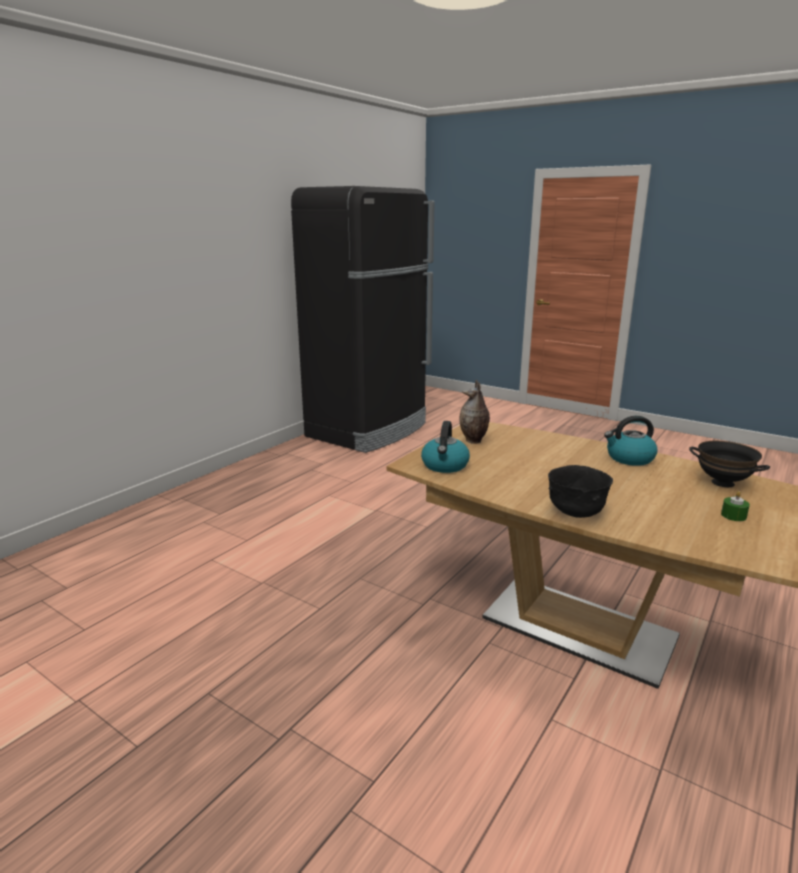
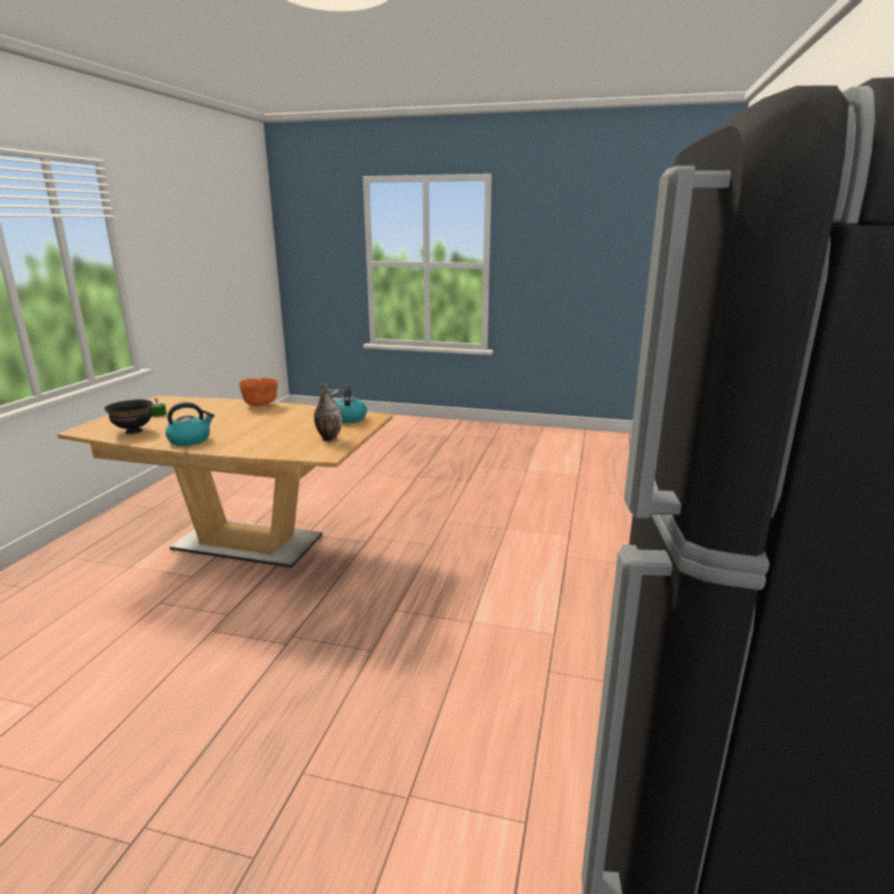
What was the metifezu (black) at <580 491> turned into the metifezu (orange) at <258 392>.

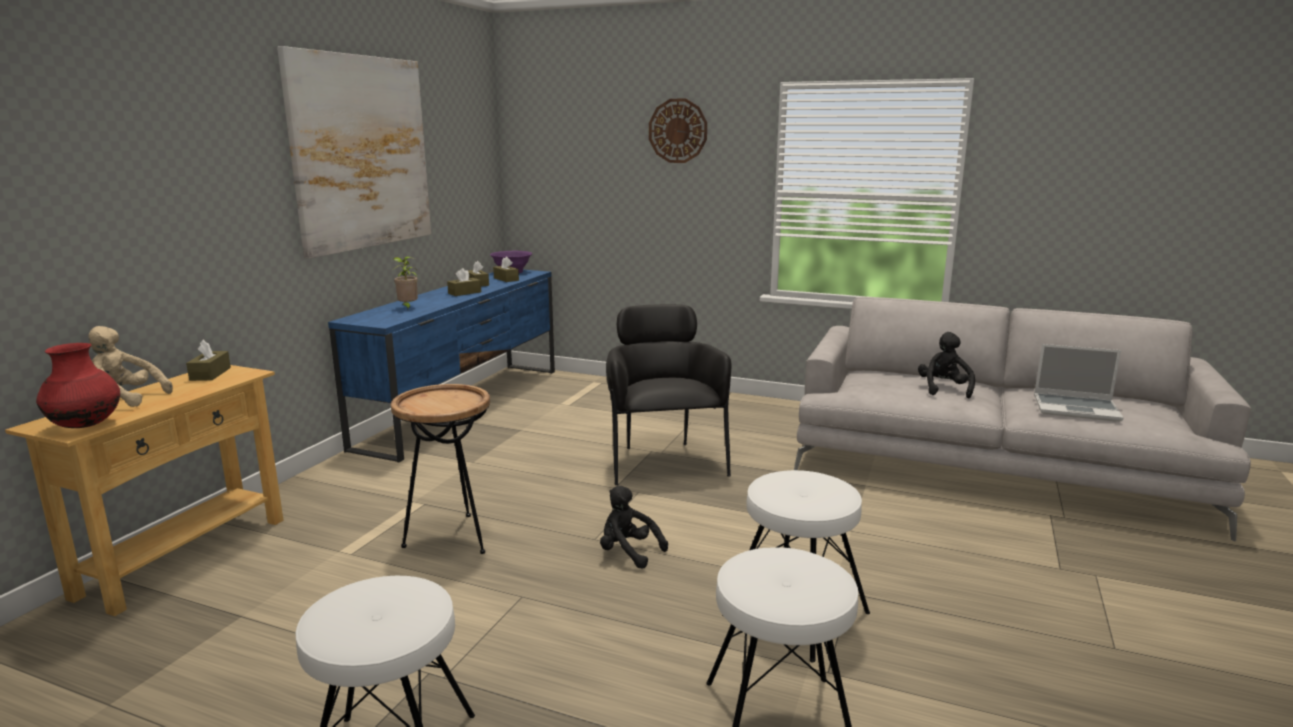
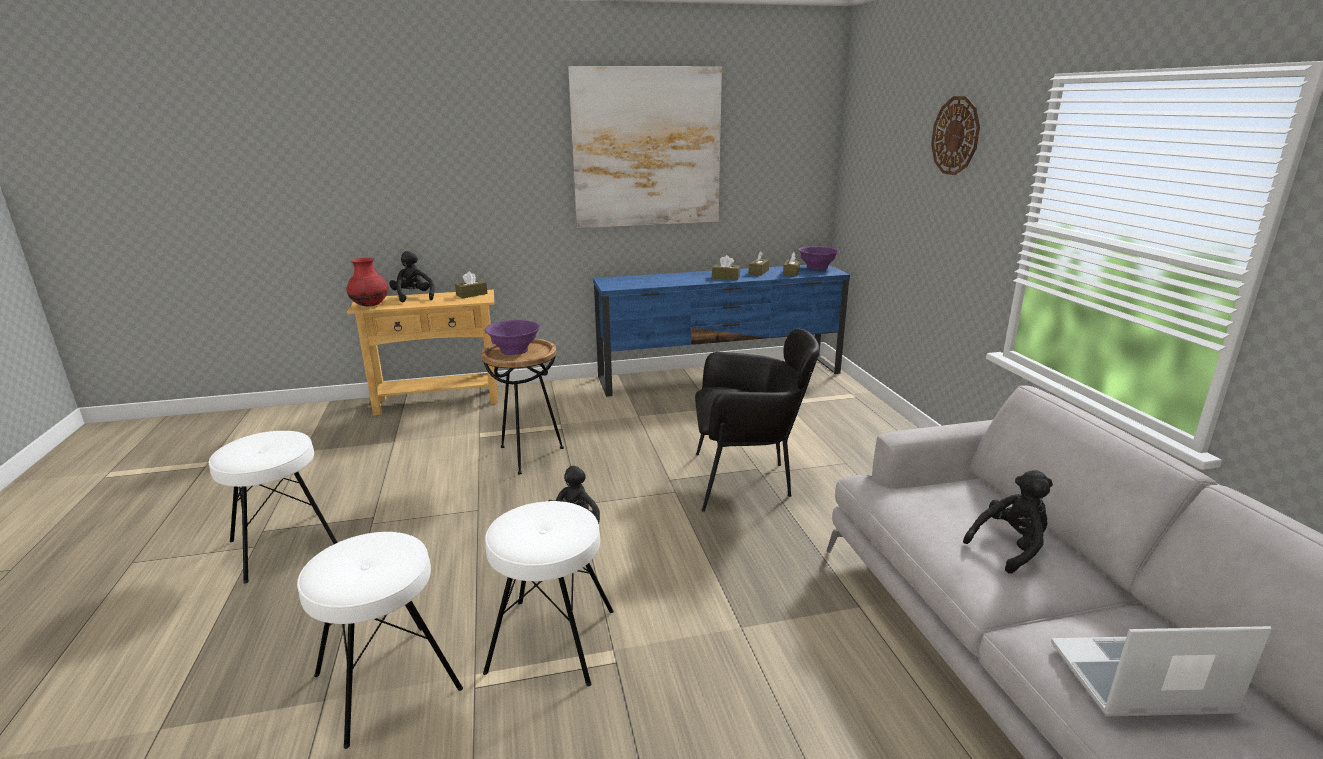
What was the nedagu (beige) at <130 366> turned into the nedagu (black) at <411 276>.
The second view gained the metifezu (purple) at <512 337>.
The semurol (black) at <668 394> ended up facing another way, 45 degrees clockwise from before.
The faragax at <1078 383> ended up facing another way, 105 degrees clockwise from before.
The second view lost the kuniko at <405 283>.

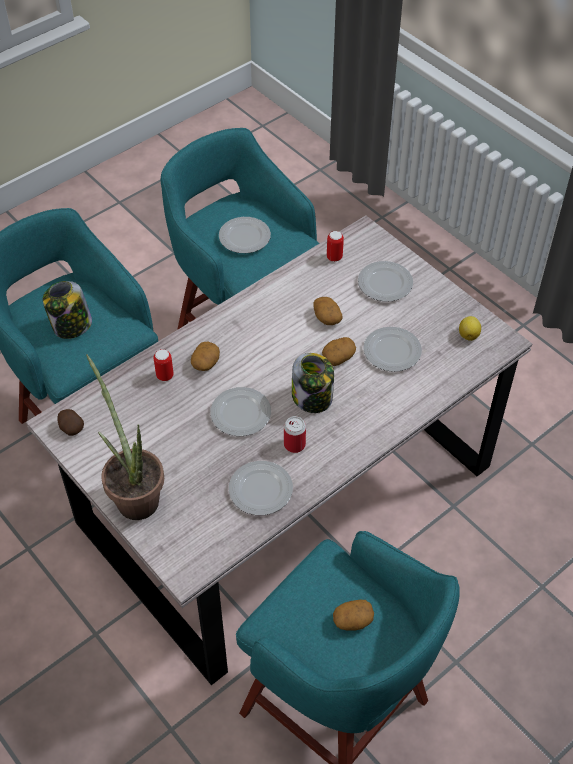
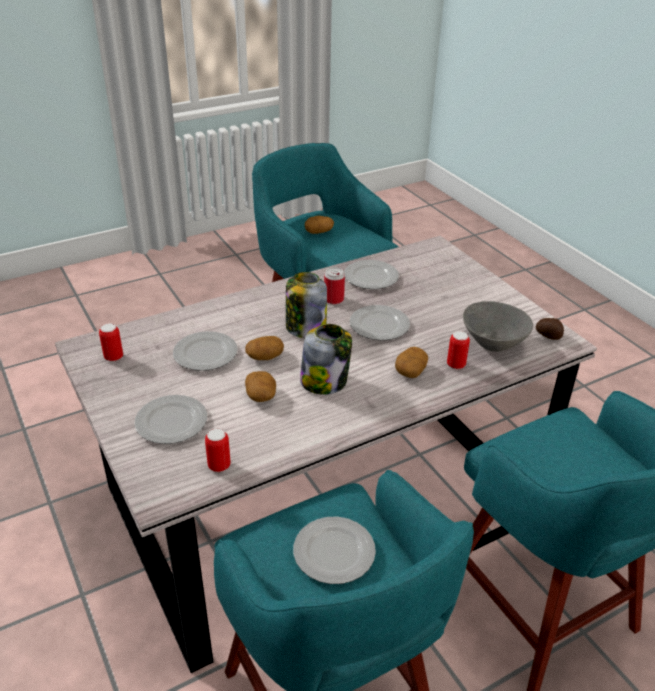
Where the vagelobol stood at <470 328>, the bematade came to stand at <111 342>.
The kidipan ended up elsewhere, having gone from <67 310> to <326 359>.
The second view gained the metifezu (grey) at <498 326>.
The second view lost the kuniko at <125 437>.

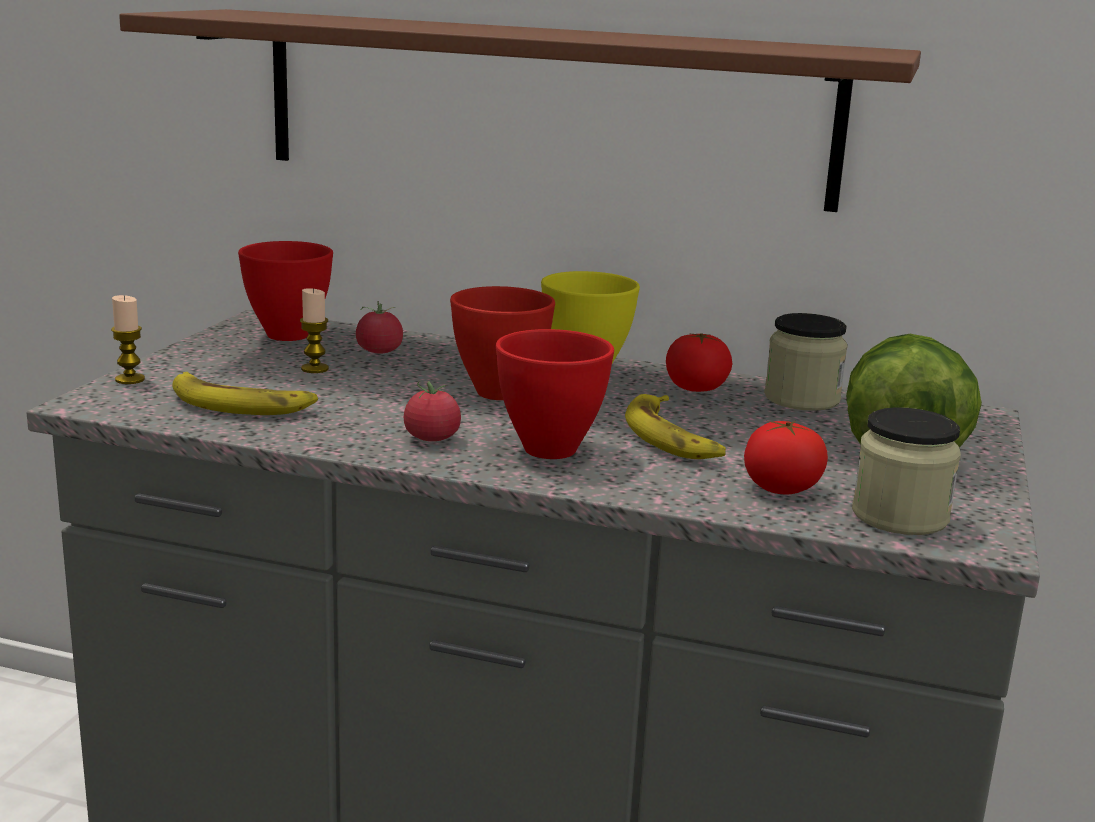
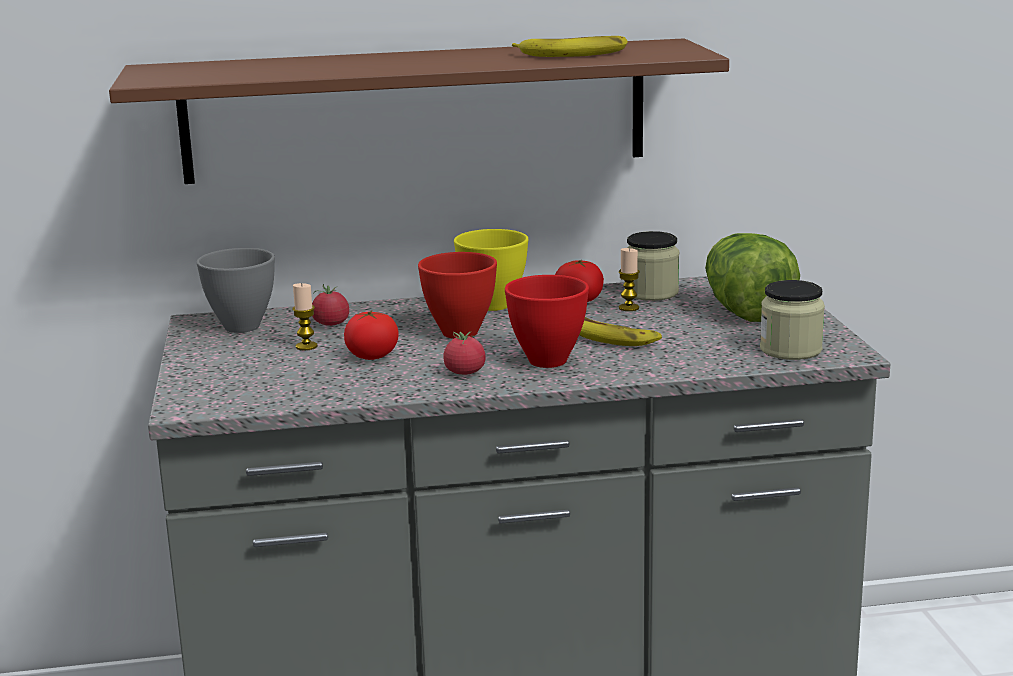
What was the metifezu (red) at <285 291> turned into the metifezu (grey) at <236 290>.
The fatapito ended up elsewhere, having gone from <786 458> to <371 335>.
The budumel ended up elsewhere, having gone from <245 393> to <570 46>.
The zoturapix ended up elsewhere, having gone from <128 339> to <629 279>.

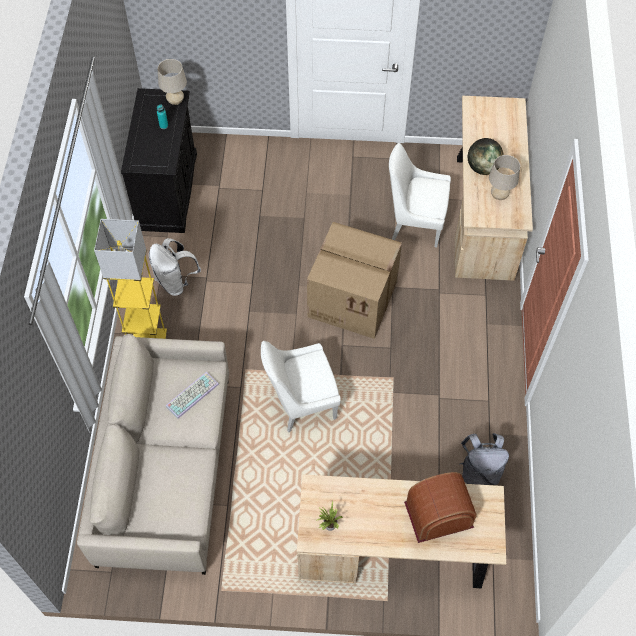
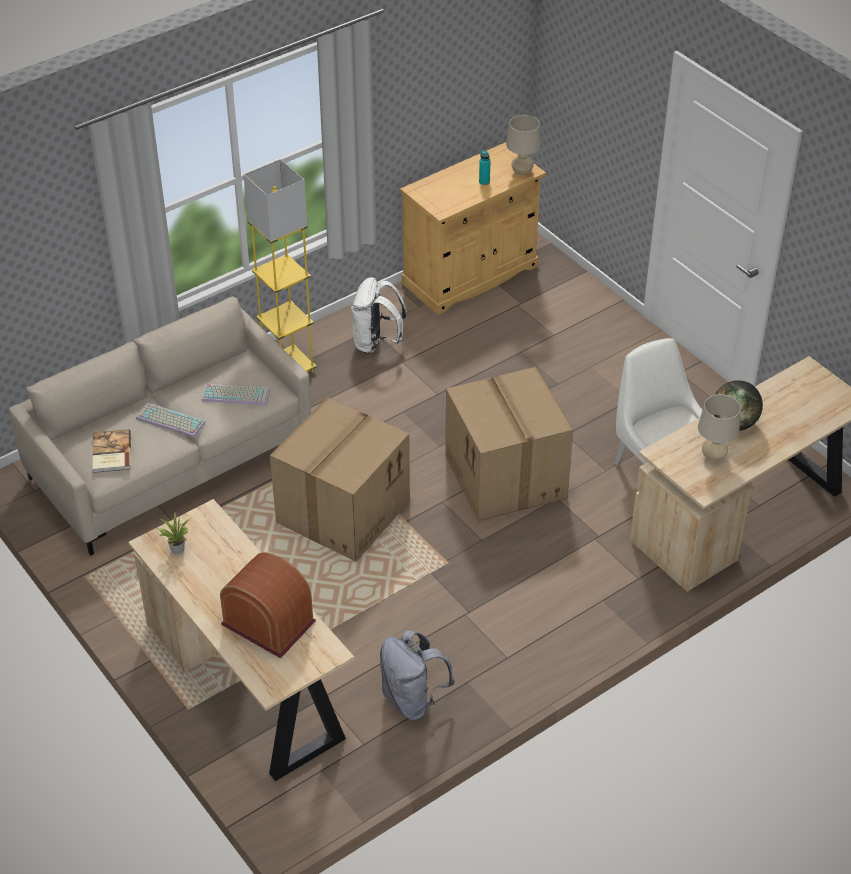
The second view gained the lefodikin at <112 451>.
The second view gained the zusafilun at <171 419>.
Where the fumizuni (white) stood at <301 386>, the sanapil came to stand at <340 479>.
What was the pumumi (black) at <159 160> turned into the pumumi (beige) at <473 228>.

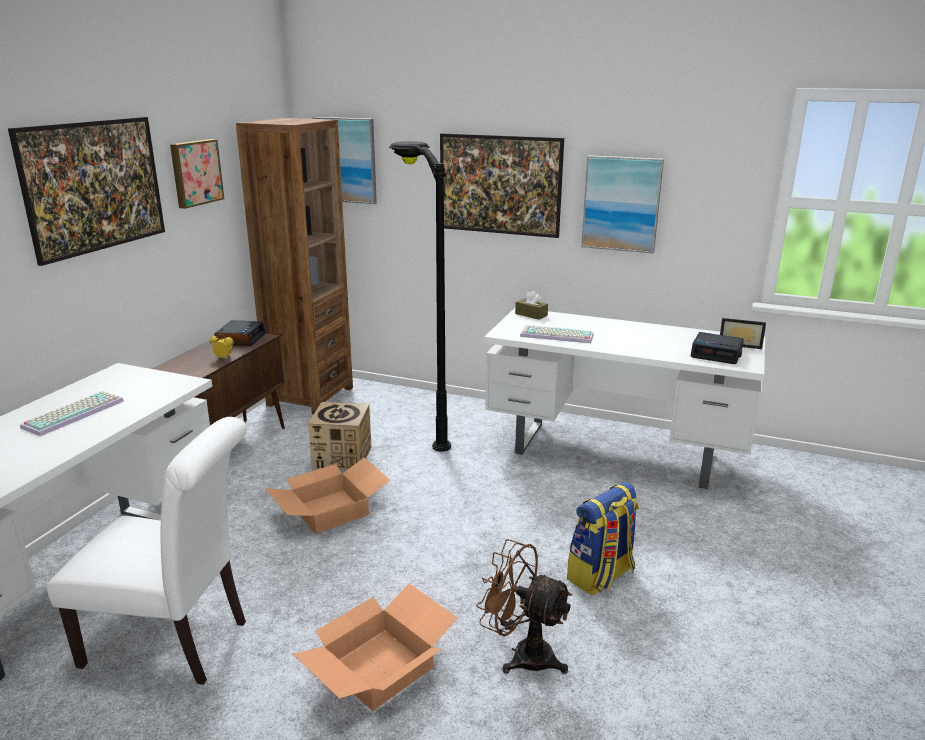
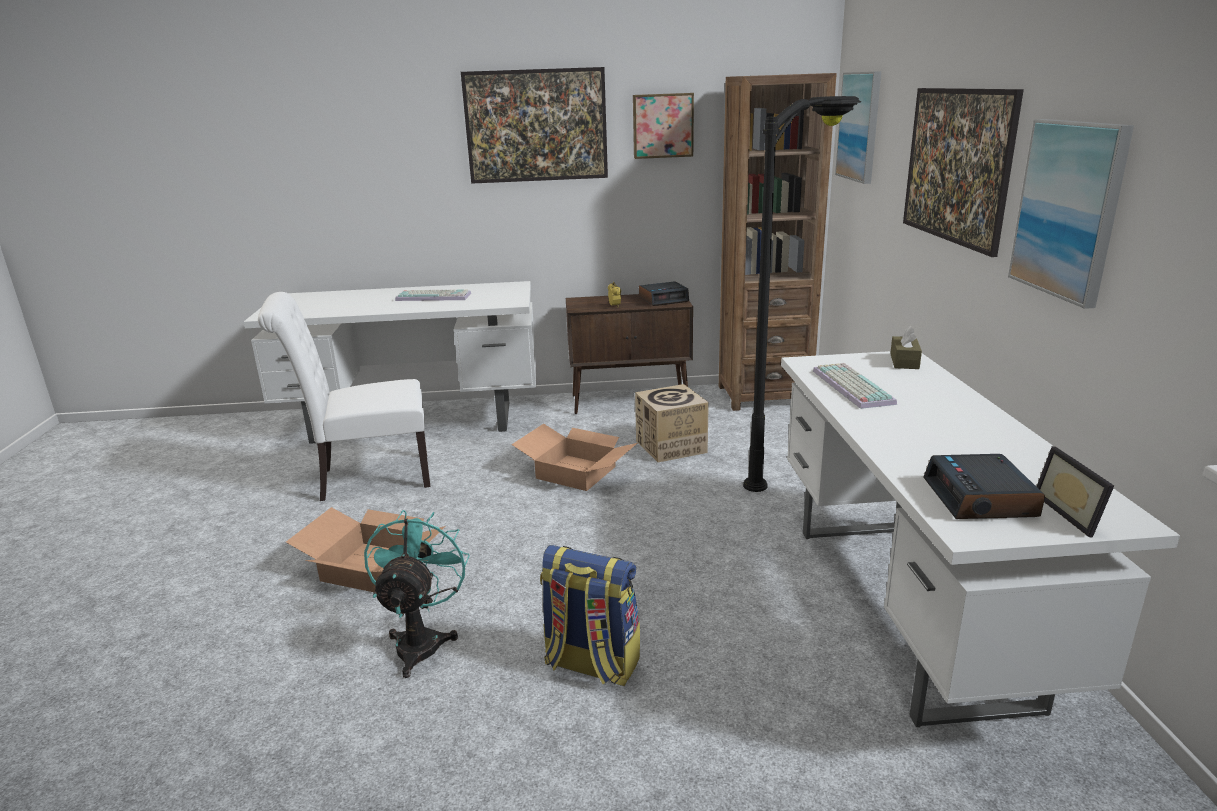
The fumizuni (white) at <146 551> ended up facing another way, 90 degrees clockwise from before.
What was the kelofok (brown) at <524 606> turned into the kelofok (turquoise) at <417 594>.

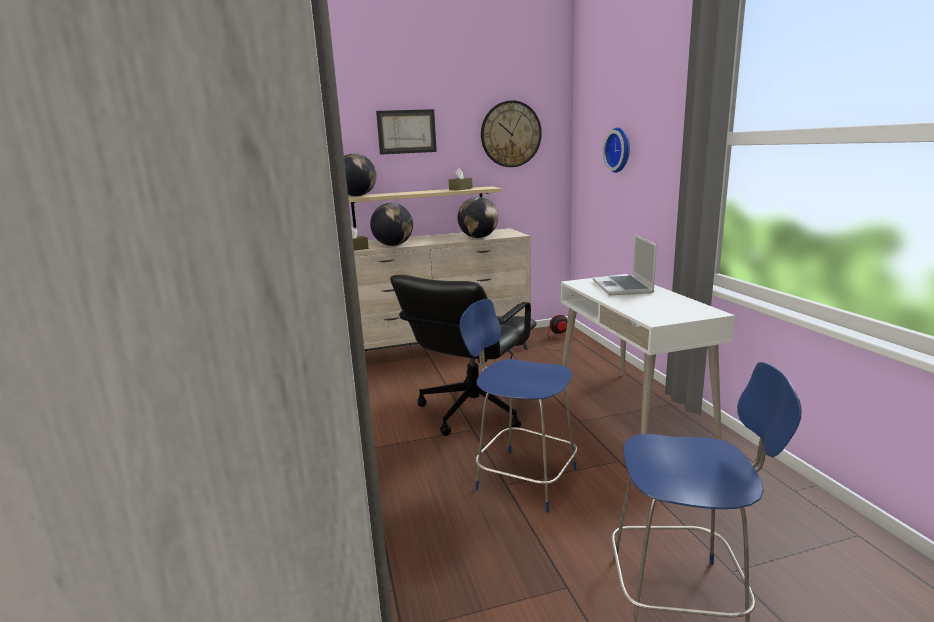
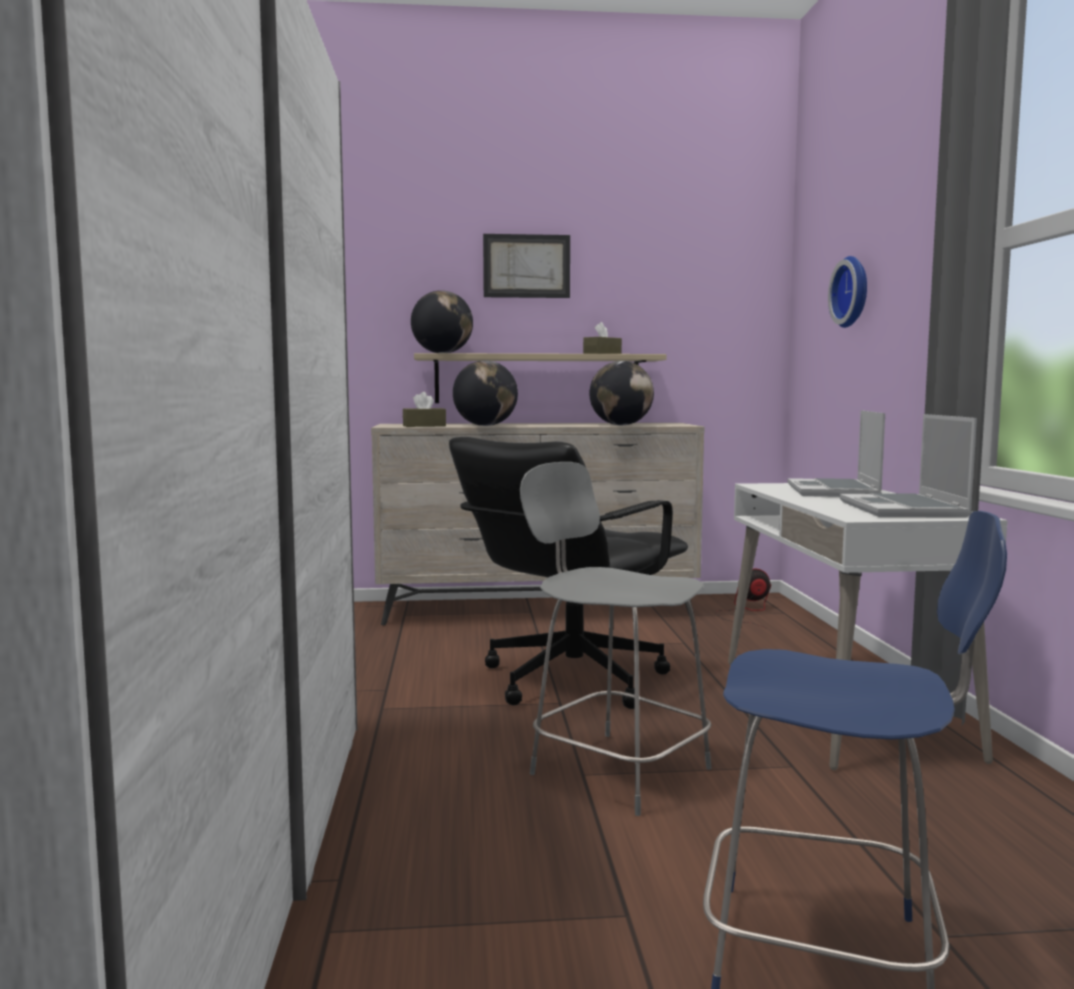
What was the fumizuni (blue) at <518 405> turned into the fumizuni (grey) at <616 639>.
The second view gained the faragax at <908 466>.
The second view lost the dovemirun at <511 133>.

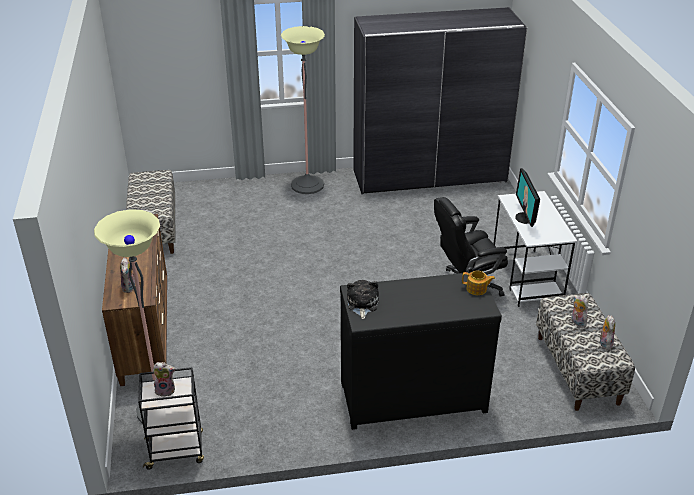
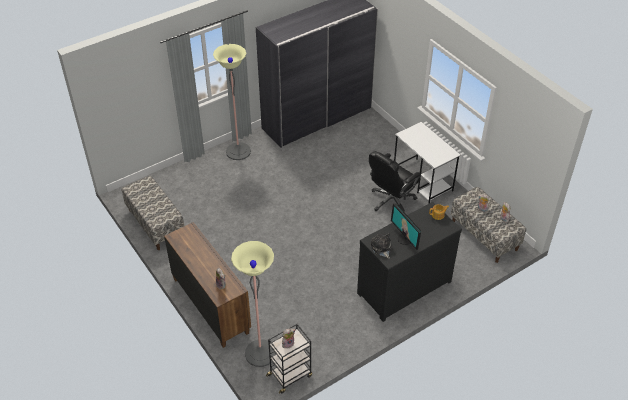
The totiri ended up elsewhere, having gone from <527 197> to <406 226>.

